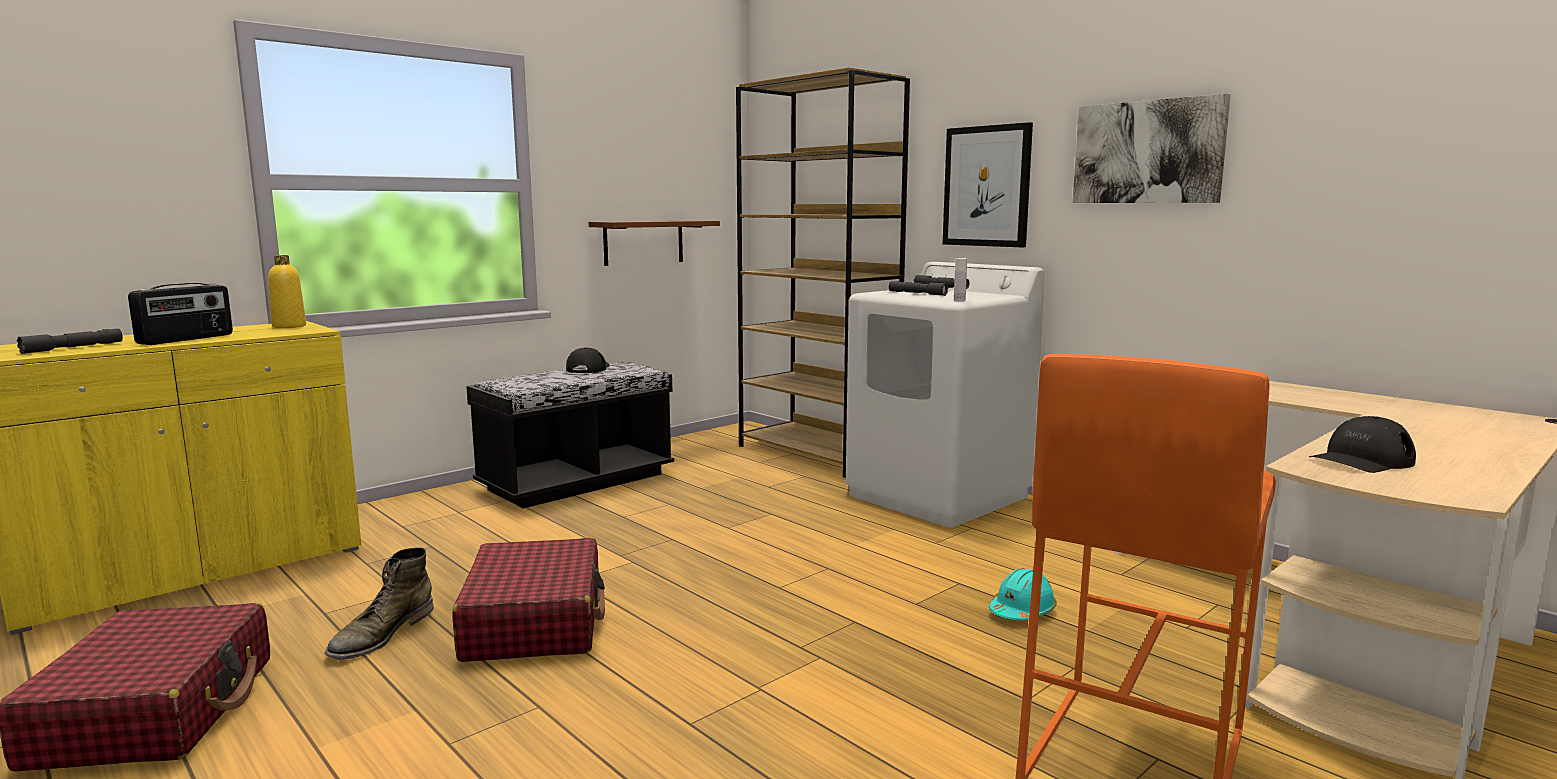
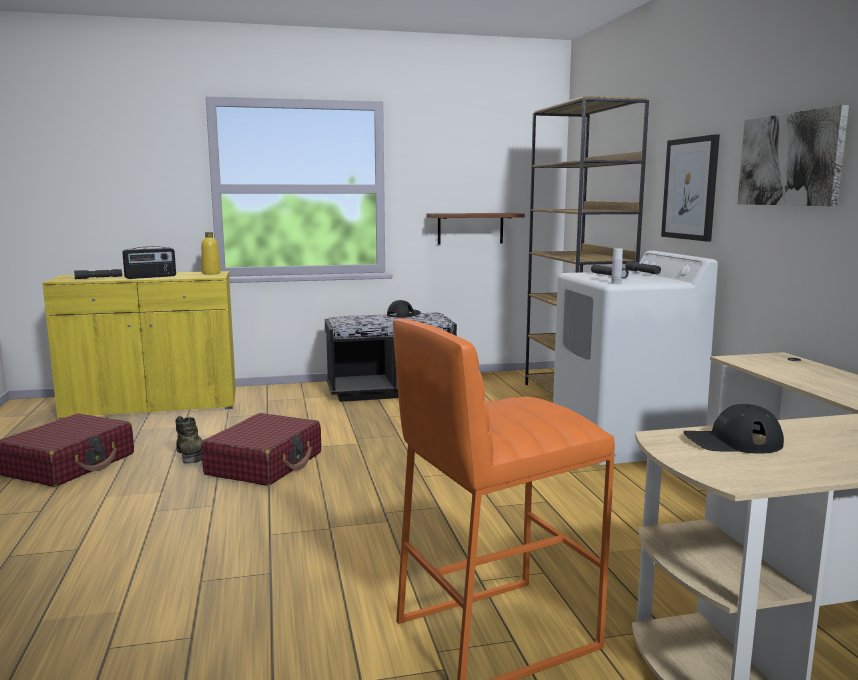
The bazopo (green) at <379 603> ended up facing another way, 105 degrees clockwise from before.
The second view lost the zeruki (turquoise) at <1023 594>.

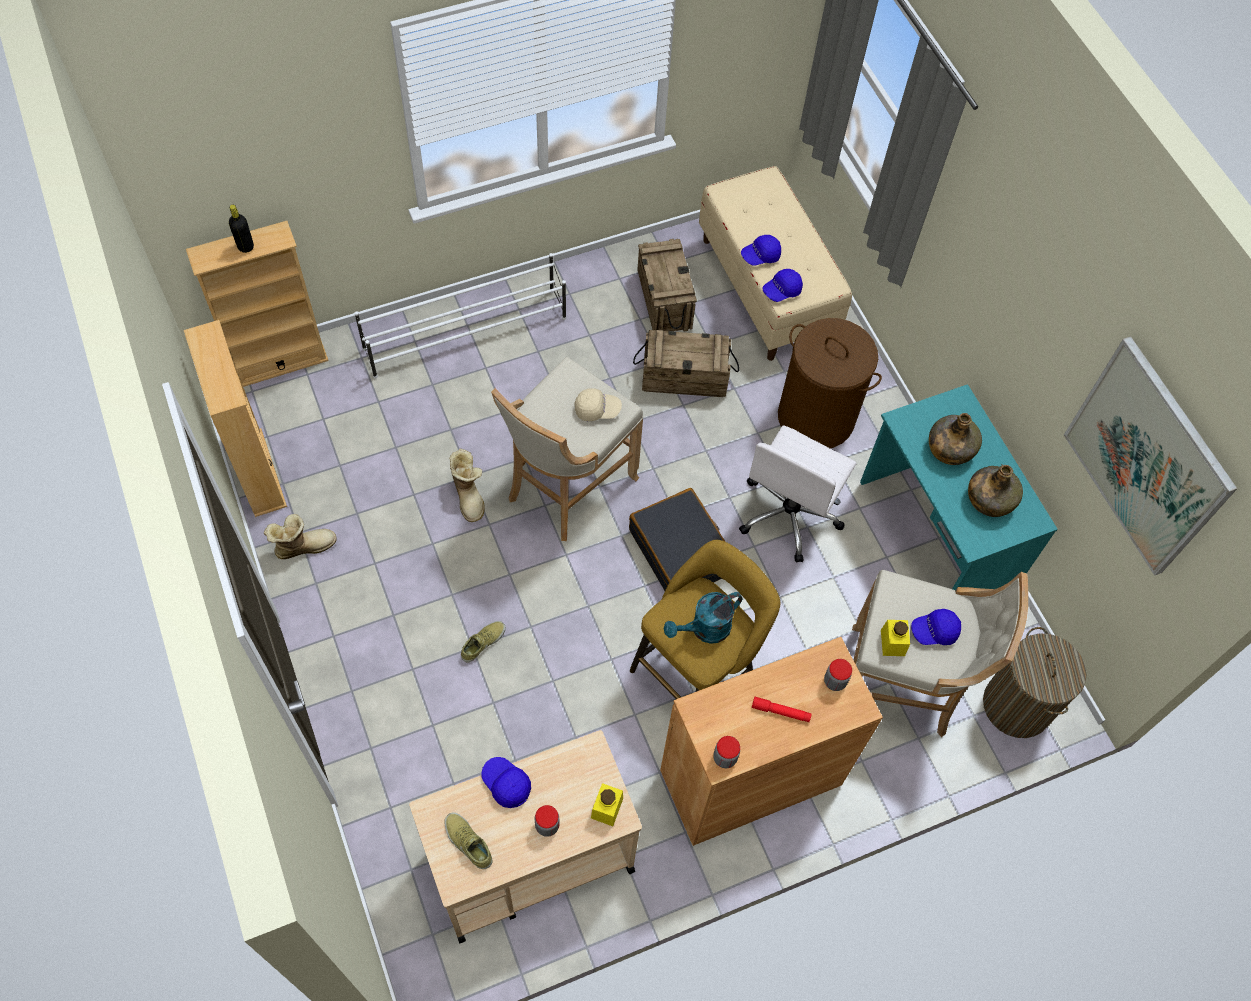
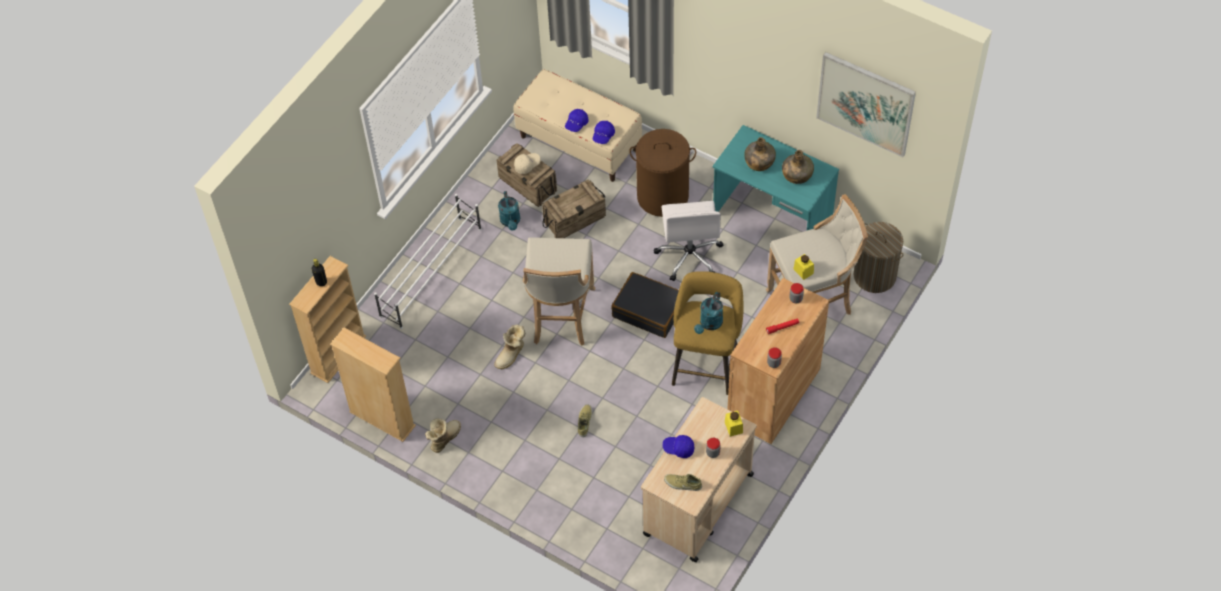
The bazopo at <467 485> ended up facing another way, 90 degrees clockwise from before.
The second view gained the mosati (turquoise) at <509 210>.
The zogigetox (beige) ended up elsewhere, having gone from <598 404> to <527 163>.
The second view lost the zogigetox (blue) at <936 627>.

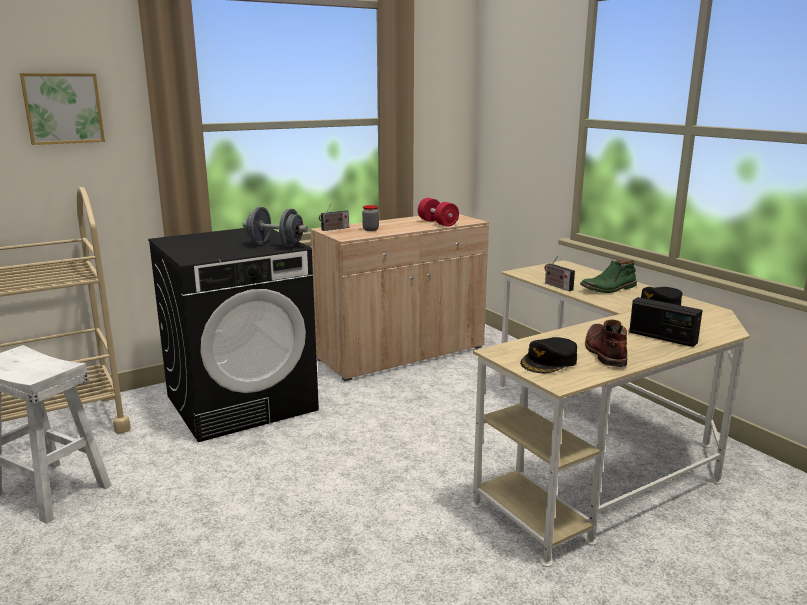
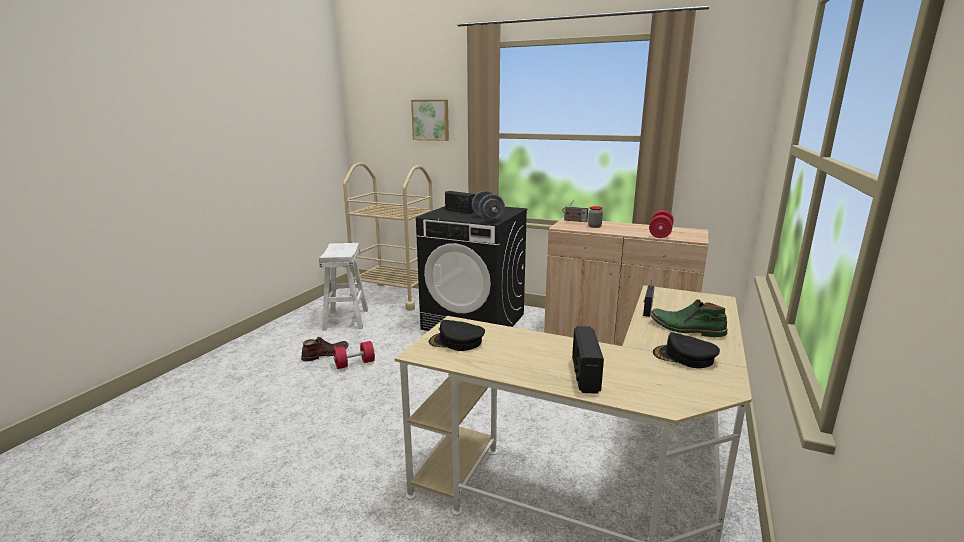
The bazopo (brown) ended up elsewhere, having gone from <606 343> to <325 349>.
The second view gained the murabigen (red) at <354 355>.
The second view gained the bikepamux at <460 202>.

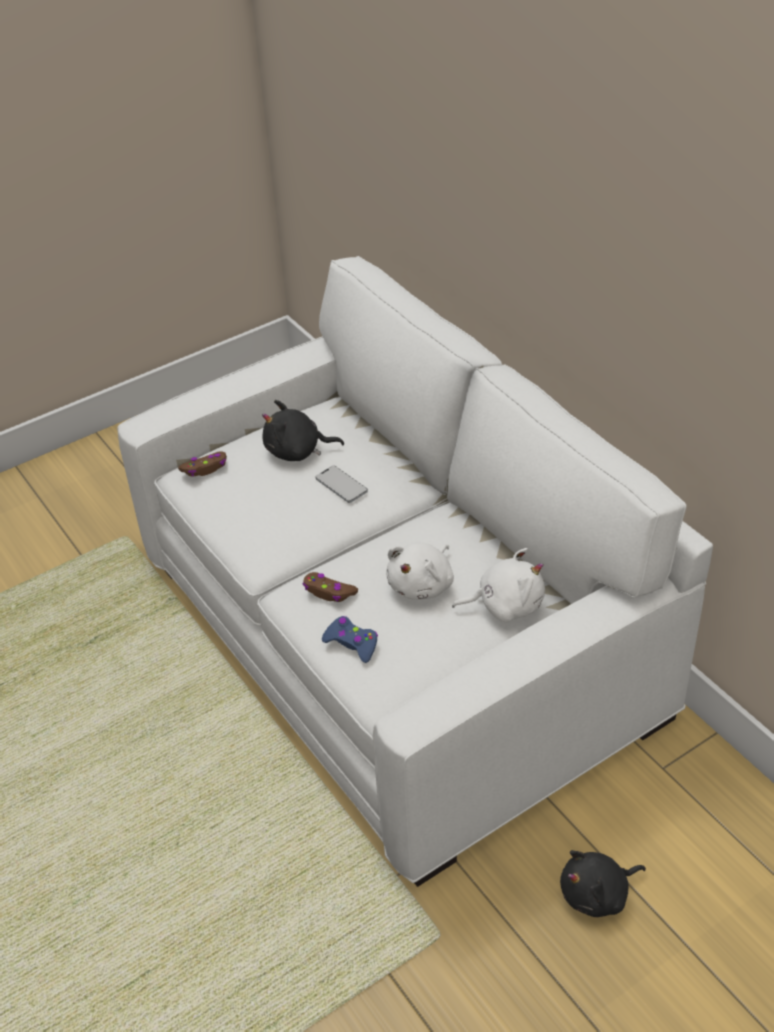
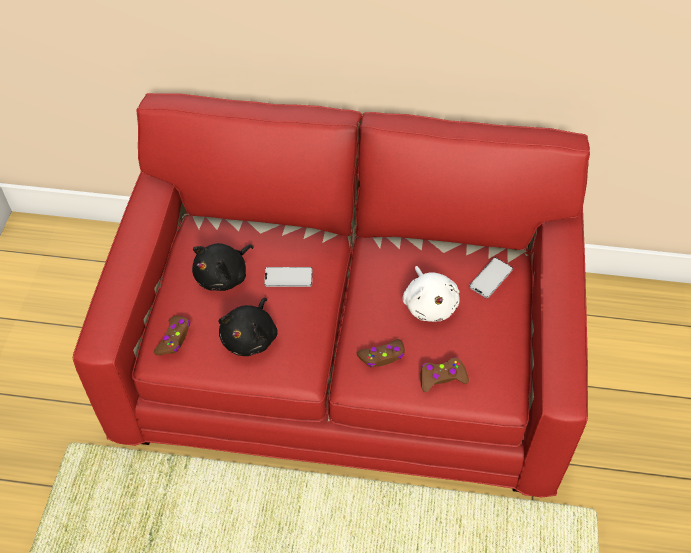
What was the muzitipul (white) at <415 571> turned into the muzitipul (red) at <331 295>.
The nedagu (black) ended up elsewhere, having gone from <603 883> to <248 327>.
What was the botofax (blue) at <350 639> turned into the botofax (brown) at <444 374>.
Where the nedagu (white) stood at <498 585>, the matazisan came to stand at <491 277>.

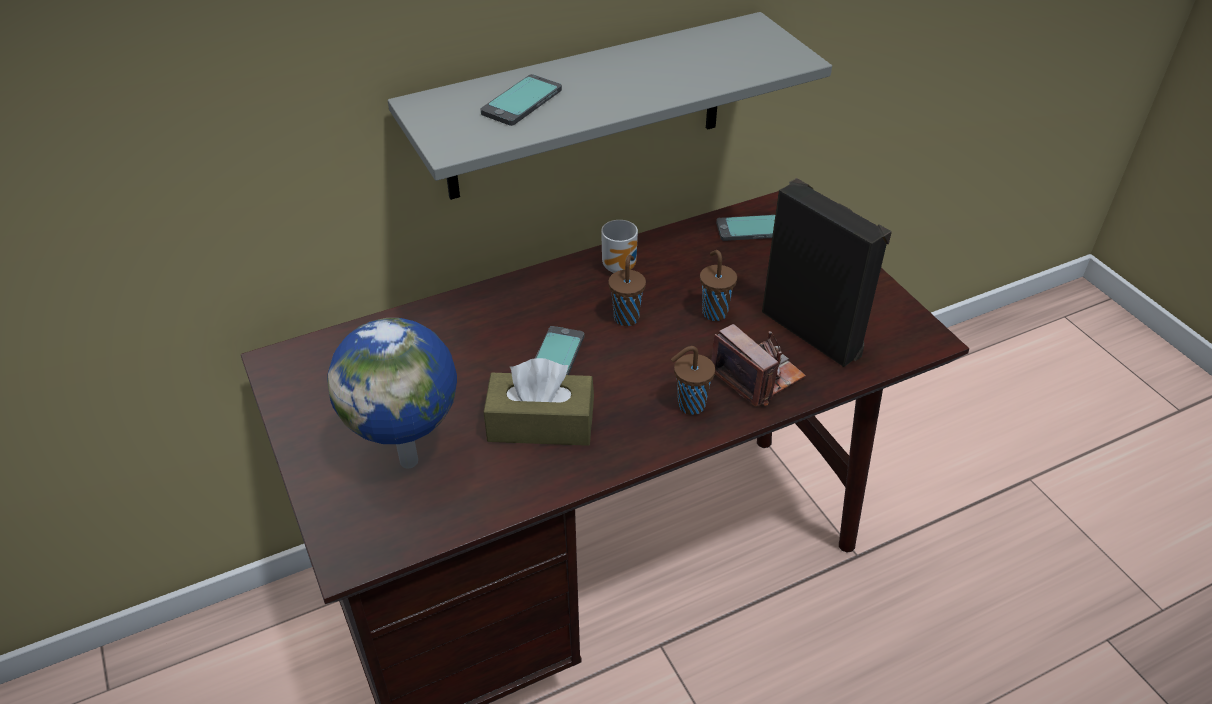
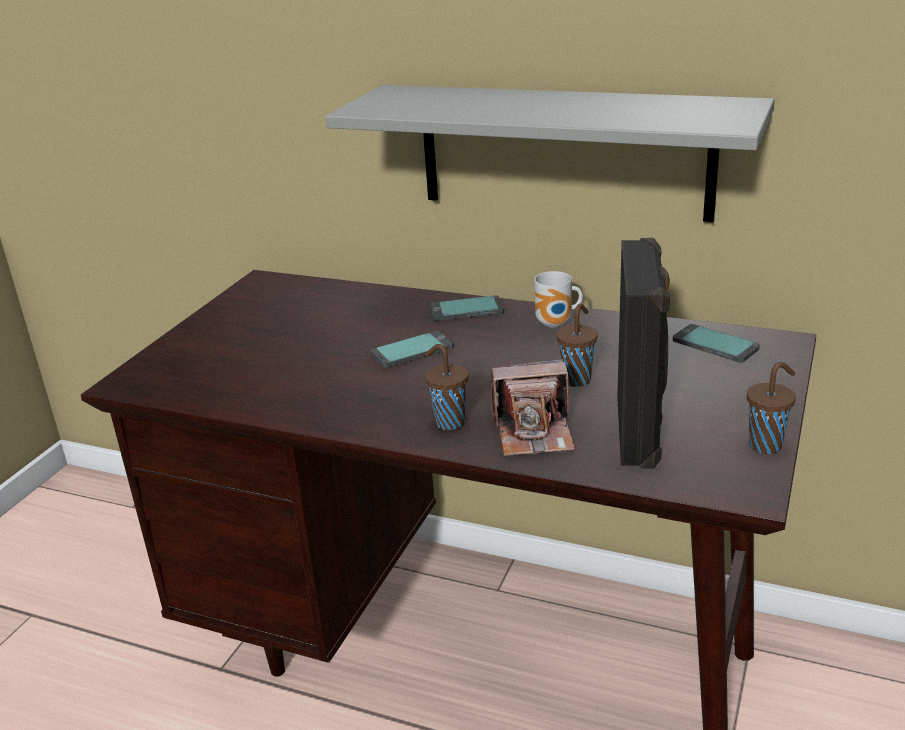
The matazisan ended up elsewhere, having gone from <521 100> to <467 308>.
The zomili at <758 365> ended up facing another way, 75 degrees clockwise from before.
The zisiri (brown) ended up elsewhere, having gone from <627 290> to <771 408>.
The second view lost the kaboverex at <392 393>.
The second view lost the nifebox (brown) at <539 402>.

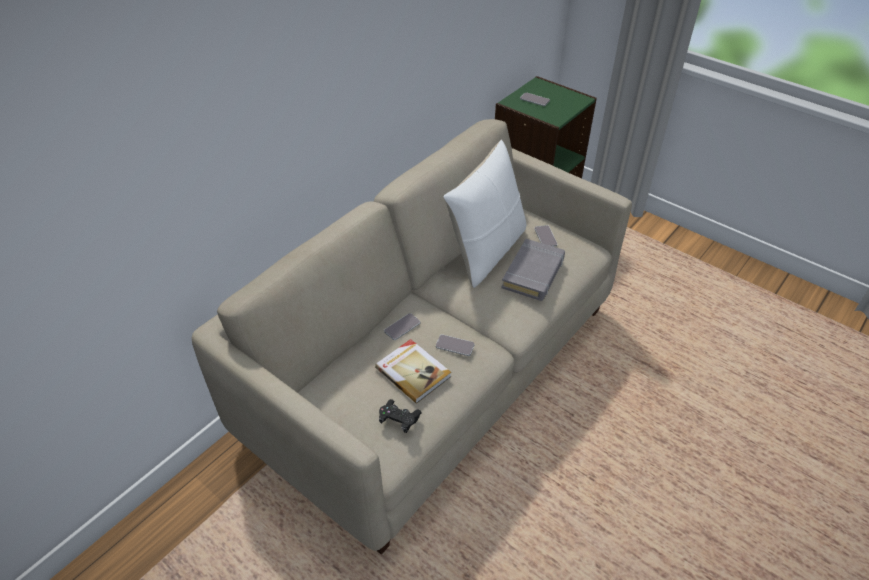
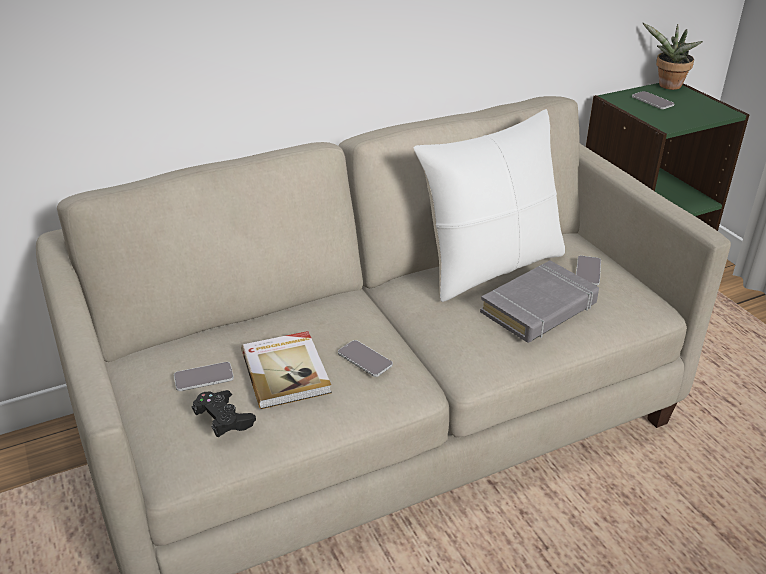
The matazisan ended up elsewhere, having gone from <402 326> to <204 376>.
The second view gained the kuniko at <673 56>.

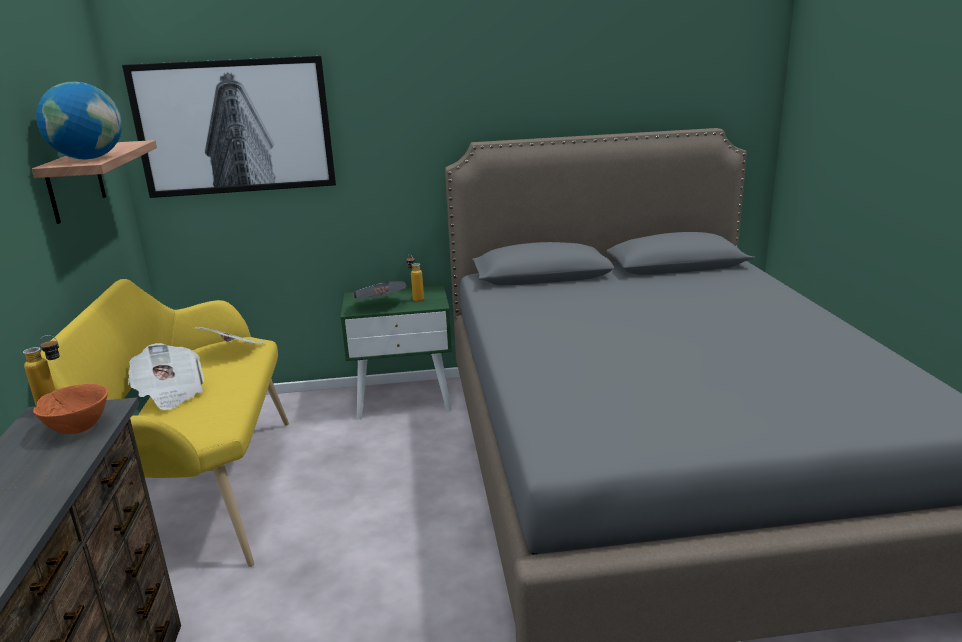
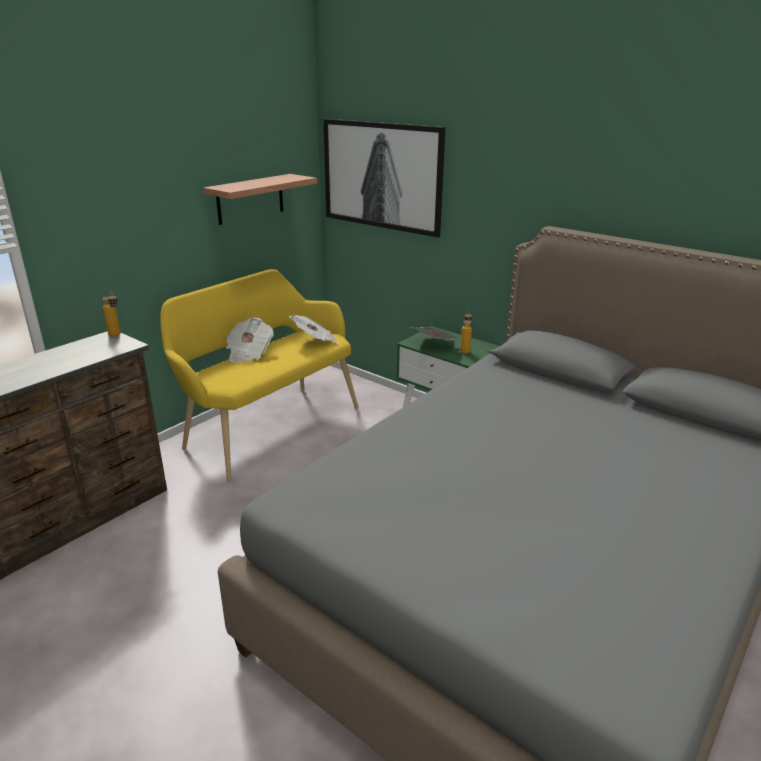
The second view lost the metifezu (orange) at <70 409>.
The second view lost the kaboverex at <79 120>.

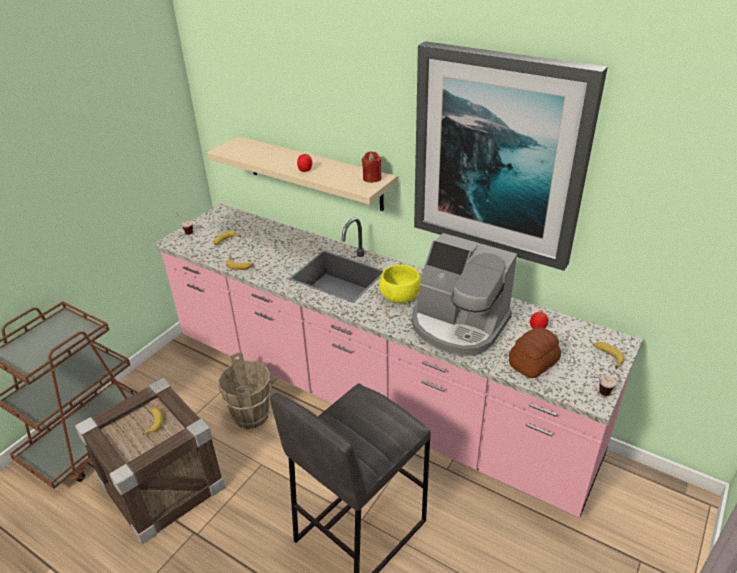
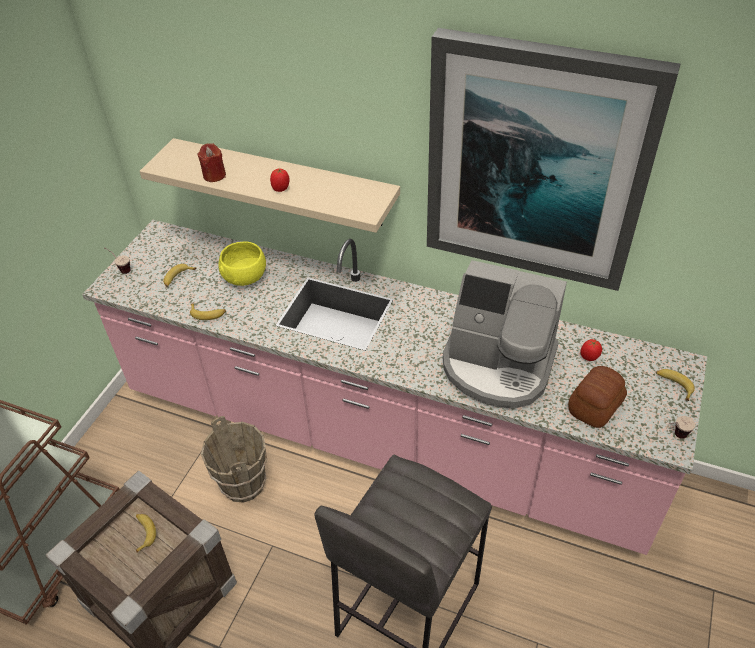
The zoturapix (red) ended up elsewhere, having gone from <371 167> to <211 162>.
The metifezu (yellow) ended up elsewhere, having gone from <400 284> to <242 263>.

